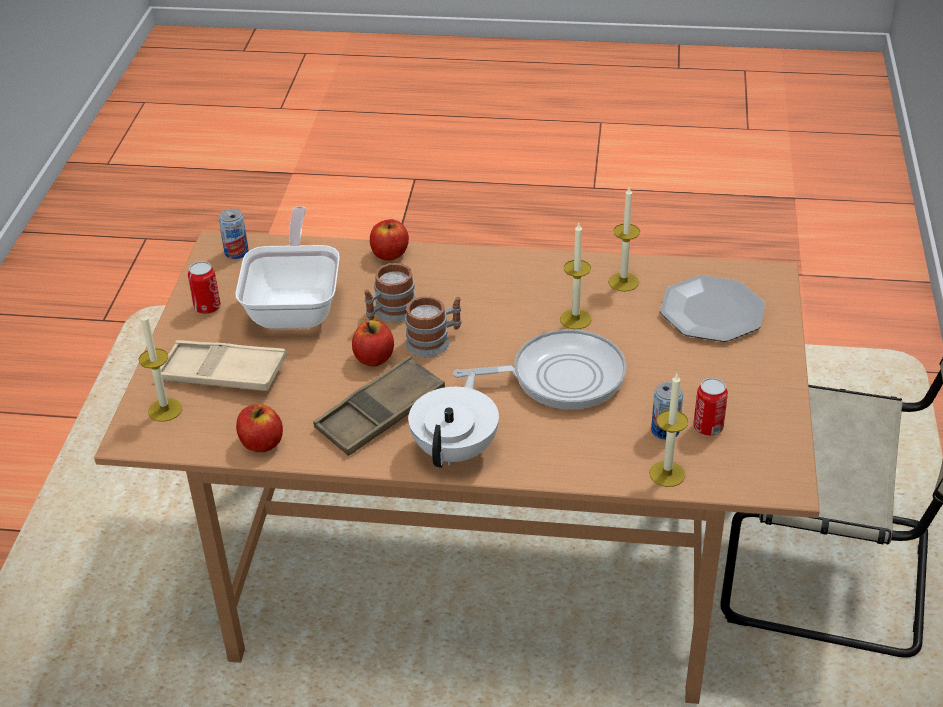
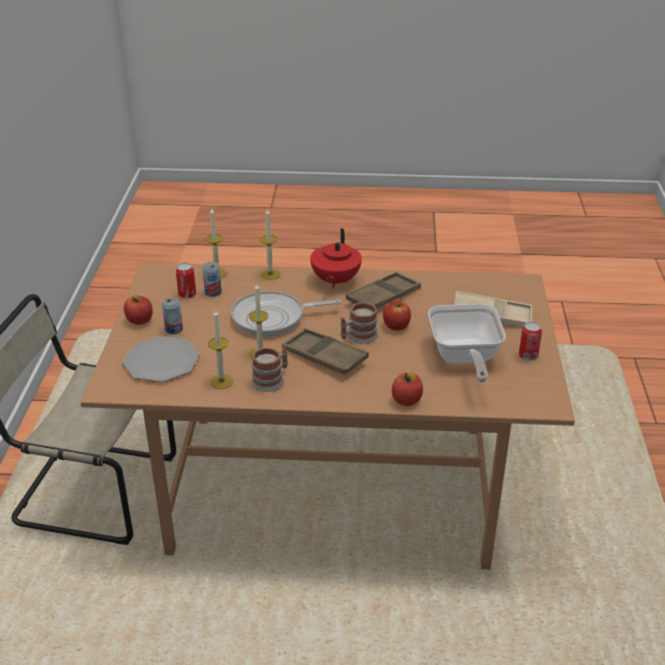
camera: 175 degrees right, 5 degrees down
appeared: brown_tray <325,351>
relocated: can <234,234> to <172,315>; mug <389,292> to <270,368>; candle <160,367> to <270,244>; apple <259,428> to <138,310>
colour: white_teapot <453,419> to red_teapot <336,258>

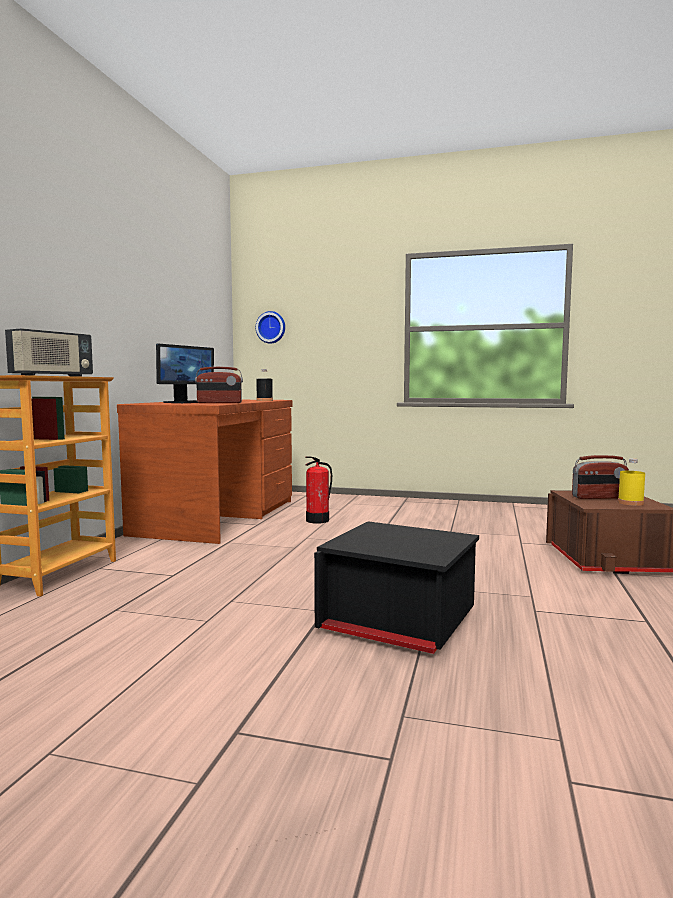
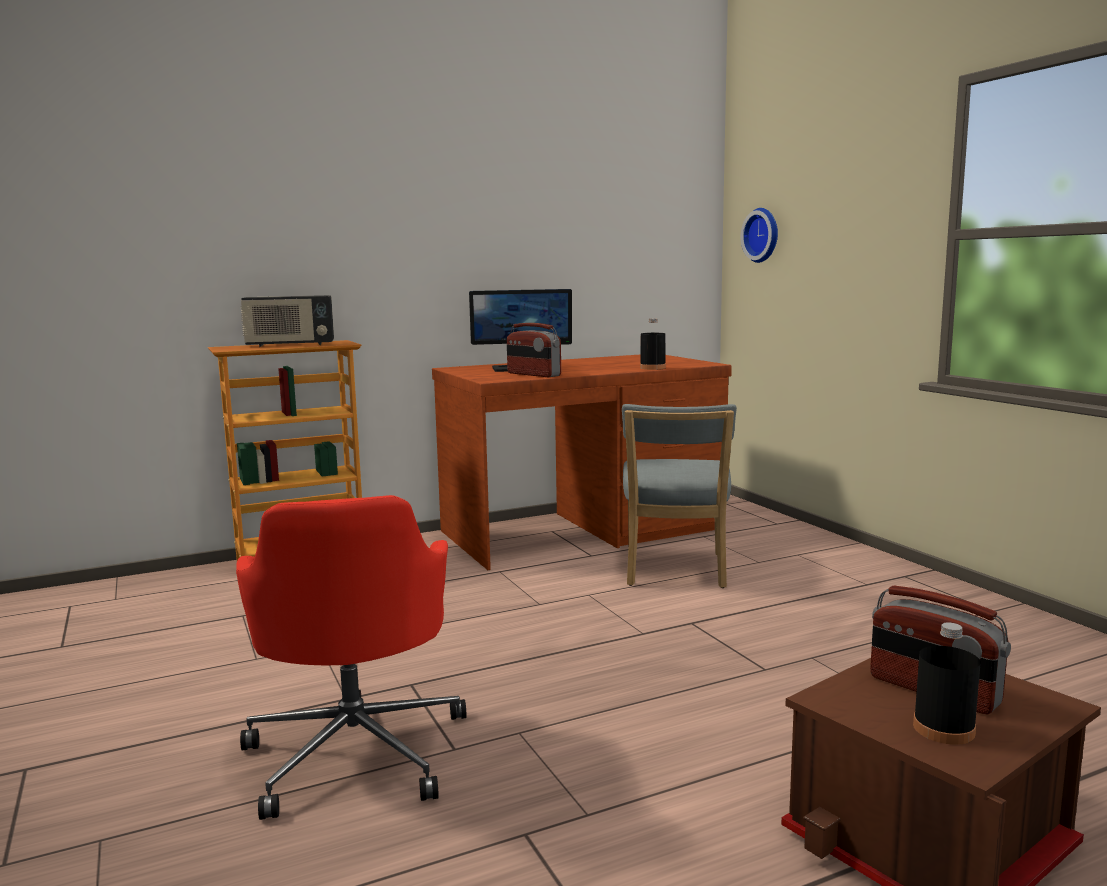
camera: 50 degrees right, 5 degrees up
exchanged: fire_extinguisher <318,490> to grey_chair <679,496>; black_storage_box <396,587> to red_office_chair <351,657>
colour: yellow_bottle <631,482> to black_bottle <947,684>

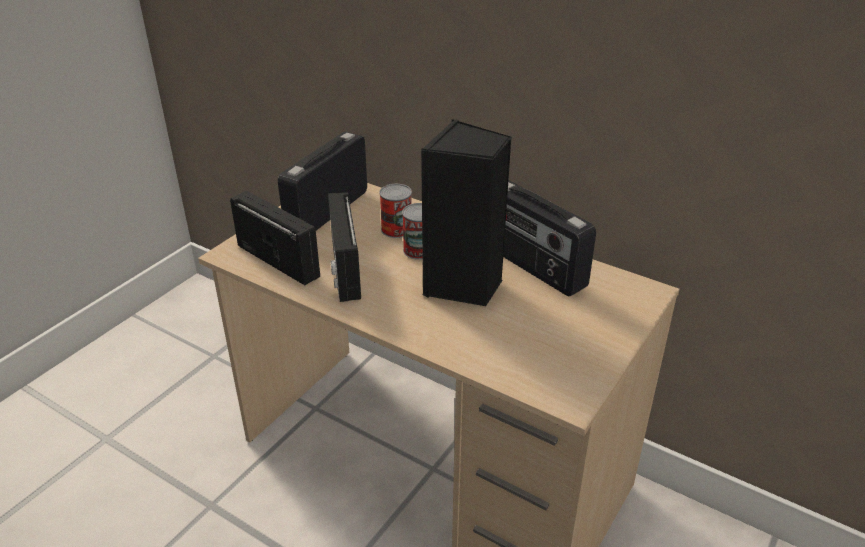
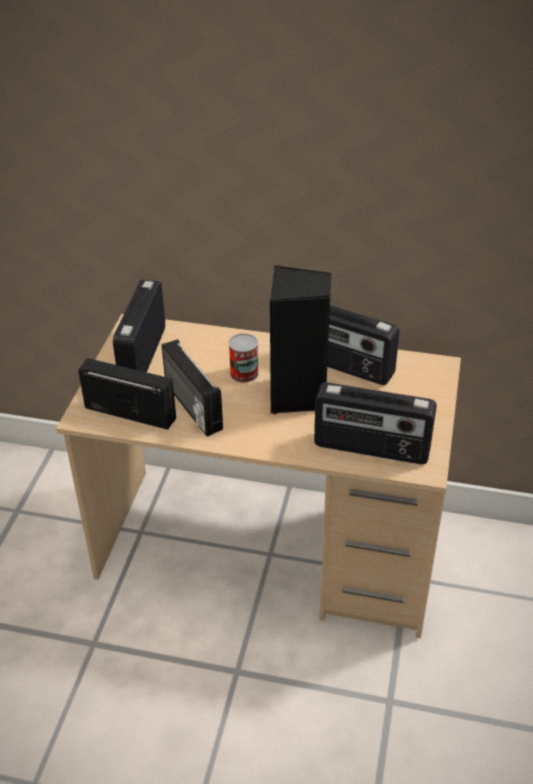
camera: 20 degrees left, 5 degrees up
missing: can <395,211>
appeared: radio <375,423>

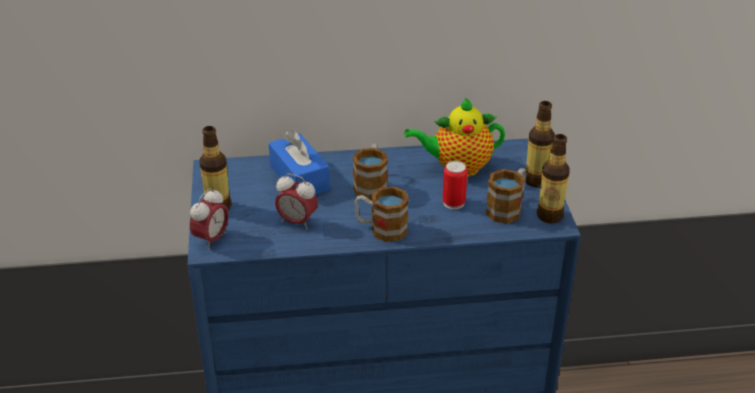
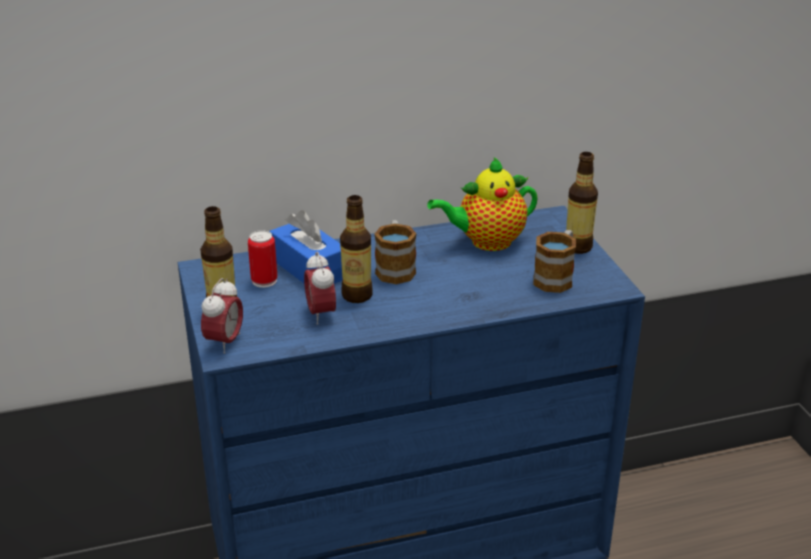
camera: 10 degrees left, 5 degrees down
missing: mug <382,214>
relocated: bottle <553,178> to <356,249>; can <455,185> to <263,259>
spun: alarm_clock <296,202> = <320,288> 60 degrees clockwise

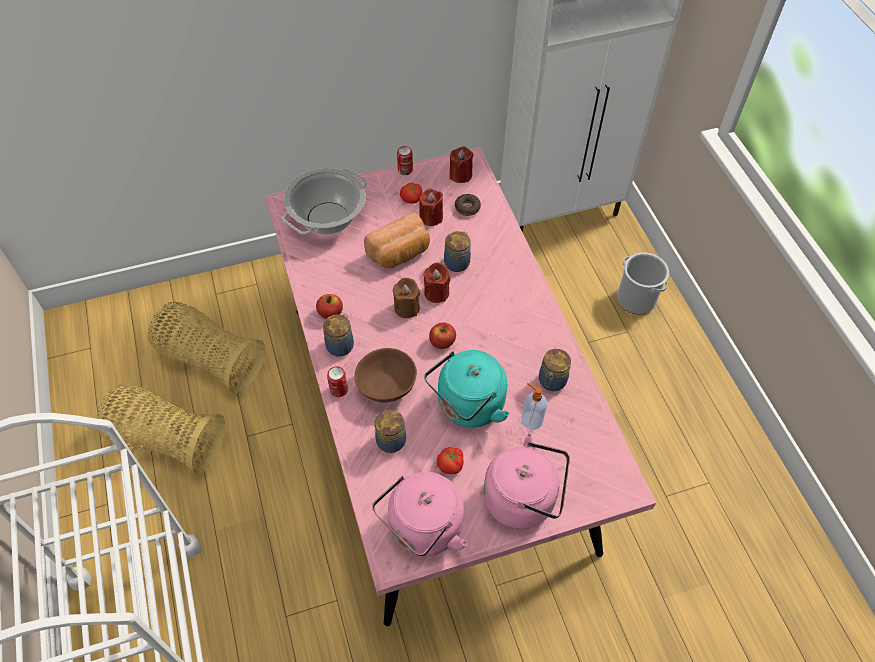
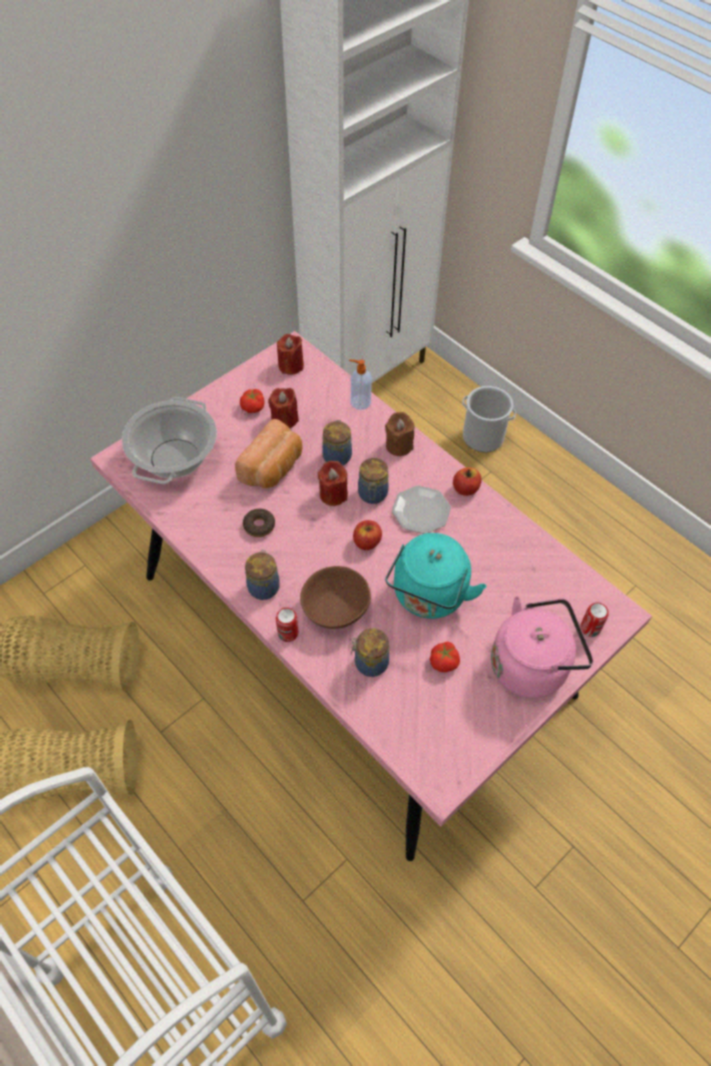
camera: 25 degrees left, 0 degrees up
missing: pink_kettle <420,514>
appeared: plate <421,510>
relocated: can <405,160> to <595,620>; donut <468,205> to <259,523>; brown_candle <406,298> to <399,434>; apple <329,306> to <467,481>; jar <555,370> to <373,481>; soap_dispenser <534,406> to <360,384>

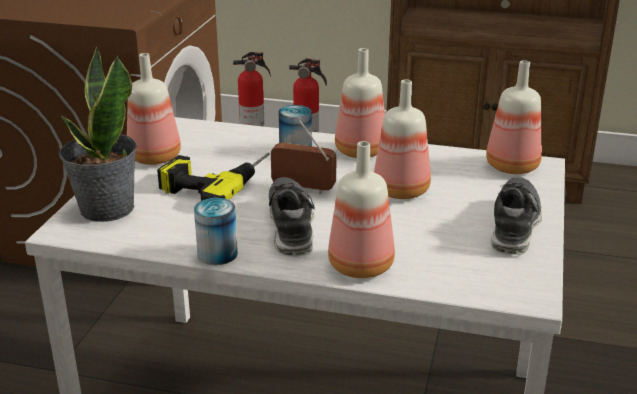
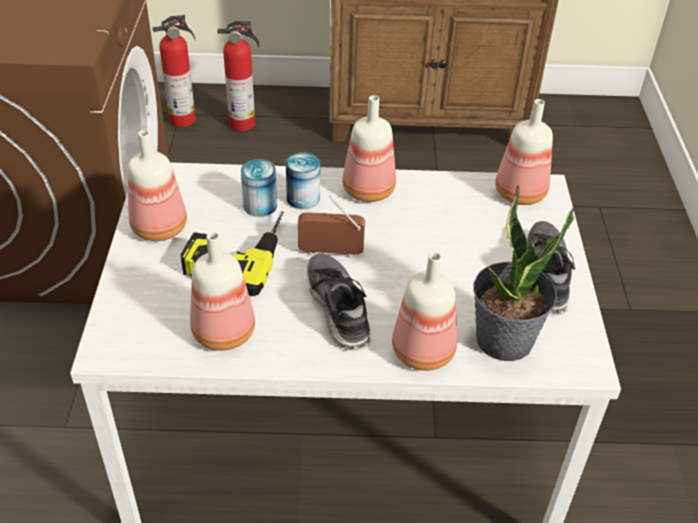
camera: 15 degrees left, 15 degrees up
relocated: potted_plant <98,134> to <524,273>; bottle <402,139> to <222,291>; can <216,231> to <259,188>

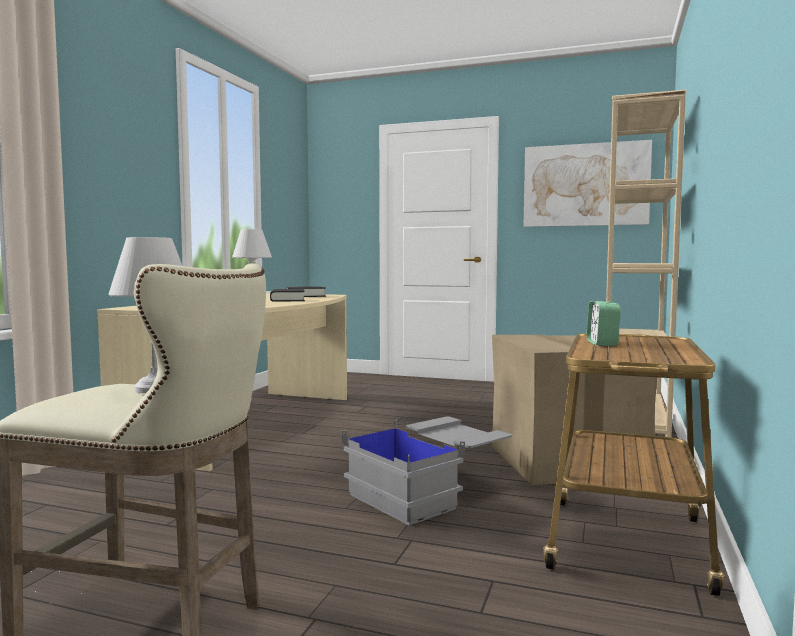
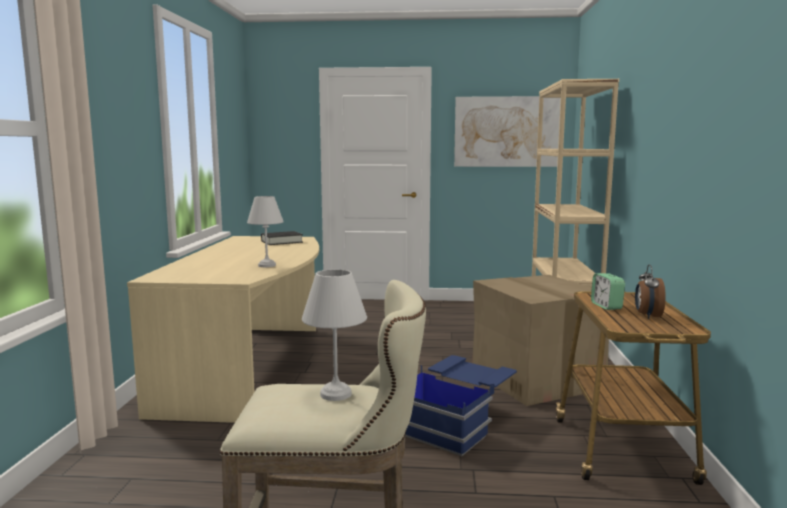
camera: 15 degrees left, 5 degrees up
missing: black_book <287,295>
appeared: alarm_clock <650,292>
colour: grey_storage_box <427,470> to blue_storage_box <461,405>

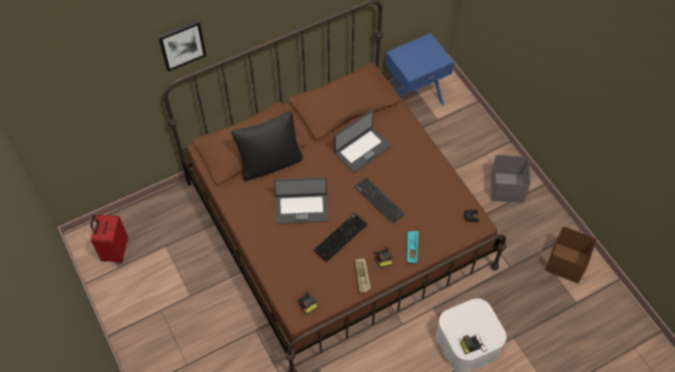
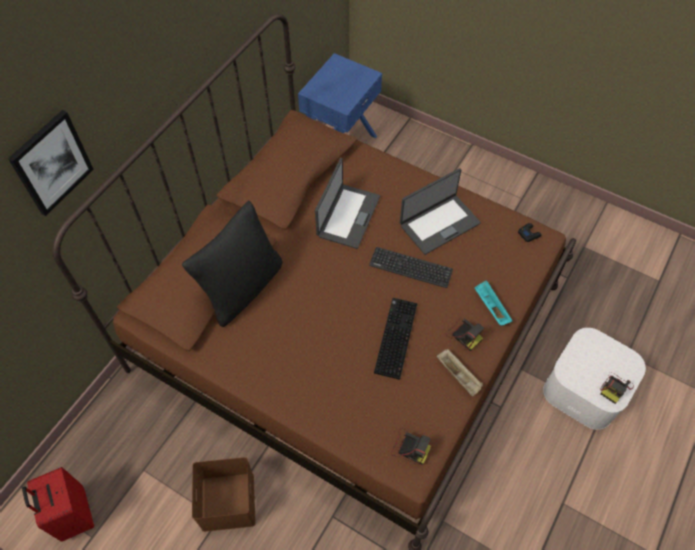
camera: 30 degrees left, 0 degrees up
missing: grey_storage_box <510,179>
relocated: laptop <301,200> to <440,211>; brown_storage_box <571,254> to <224,494>

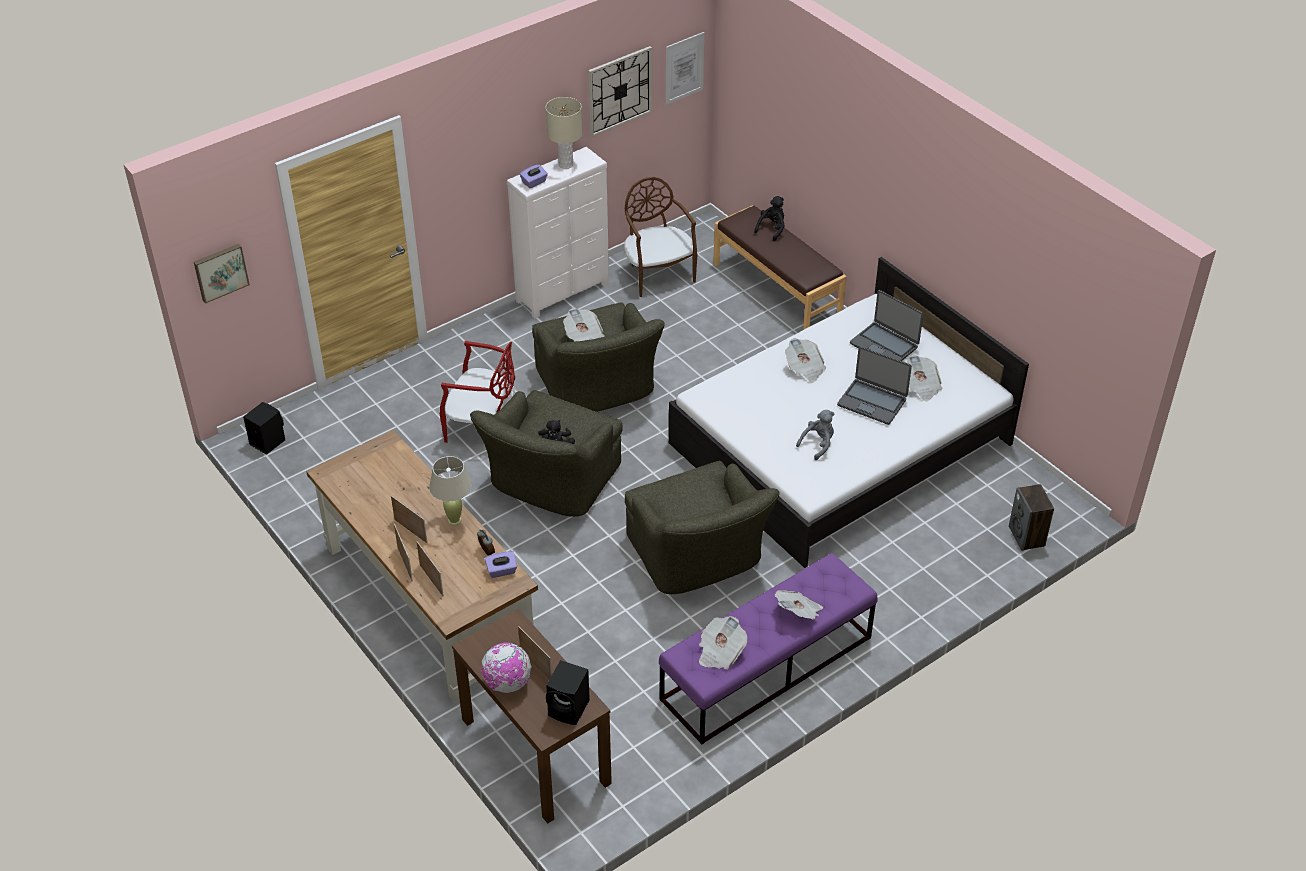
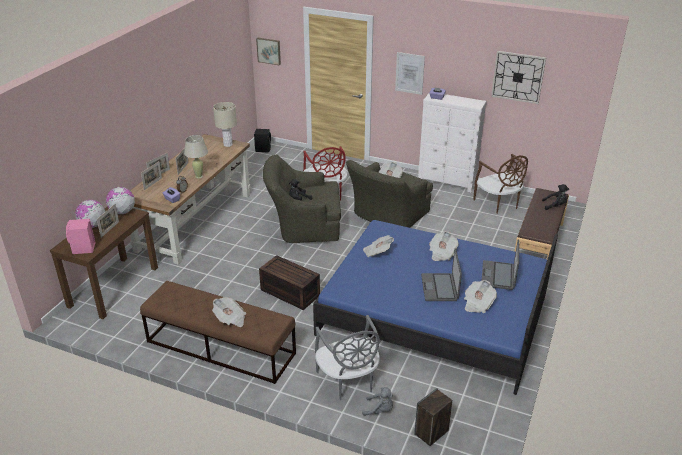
camera: 60 degrees right, 10 degrees down
appeared: globe <120,200>; grey_chair <347,357>
relocated: picture <685,68> to <410,73>; beige_table_lamp <564,133> to <225,124>; grey_plush_toy <815,435> to <377,401>; newspaper <723,643> to <378,246>
exchanged: green_armchair <702,527> to brown_storage_box <289,282>
colour: white_bed <849,412> to blue_bed <435,307>; purple_bench <768,649> to brown_bench <218,332>; black_speaker <568,692> to pink_speaker <81,236>
spun: brown_chair <660,237> = <500,184> 120 degrees clockwise

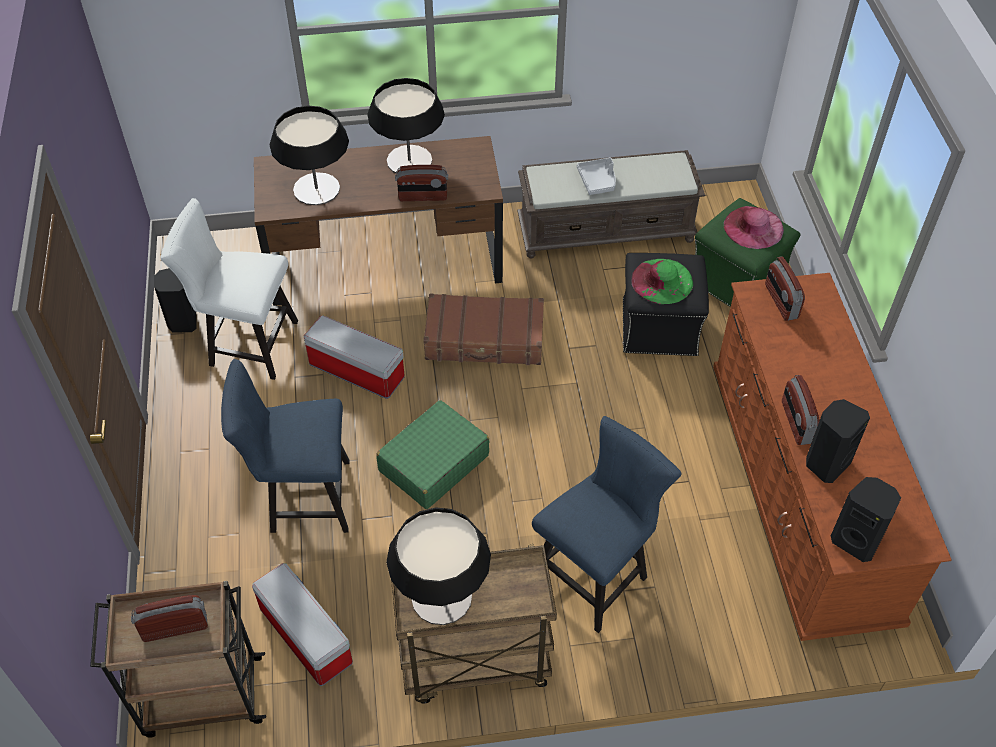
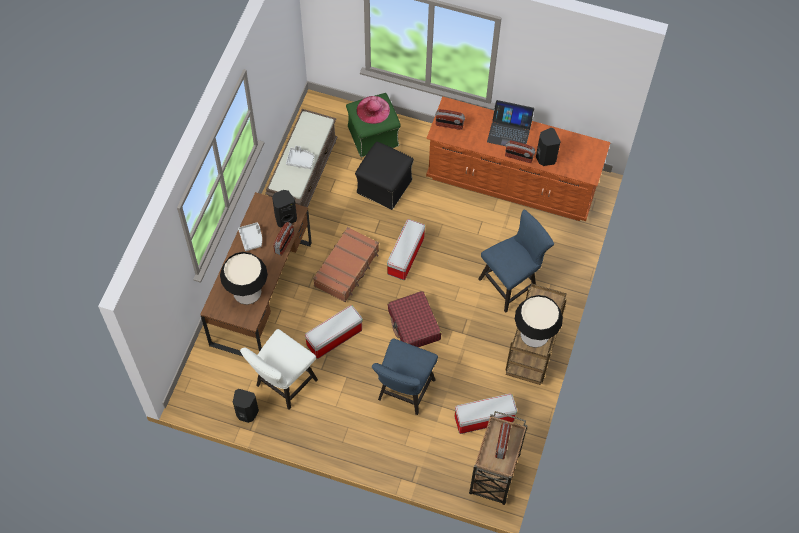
camera: 65 degrees left, 10 degrees up
missing: green_hat <662,281>
appeared: laptop <510,123>; storage_box <406,249>
relocated: black_speaker <866,519> to <284,208>
exchanged: table_lamp <406,125> to grey_tray <250,236>
colour: green_suitcase <433,454> to red_suitcase <415,319>
spun: blue_chair <607,524> = <516,261> 75 degrees clockwise

